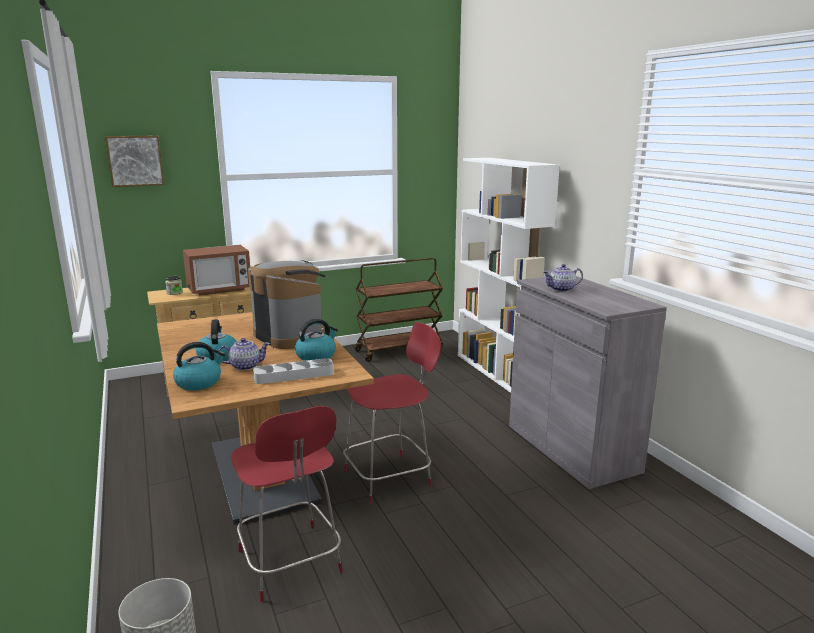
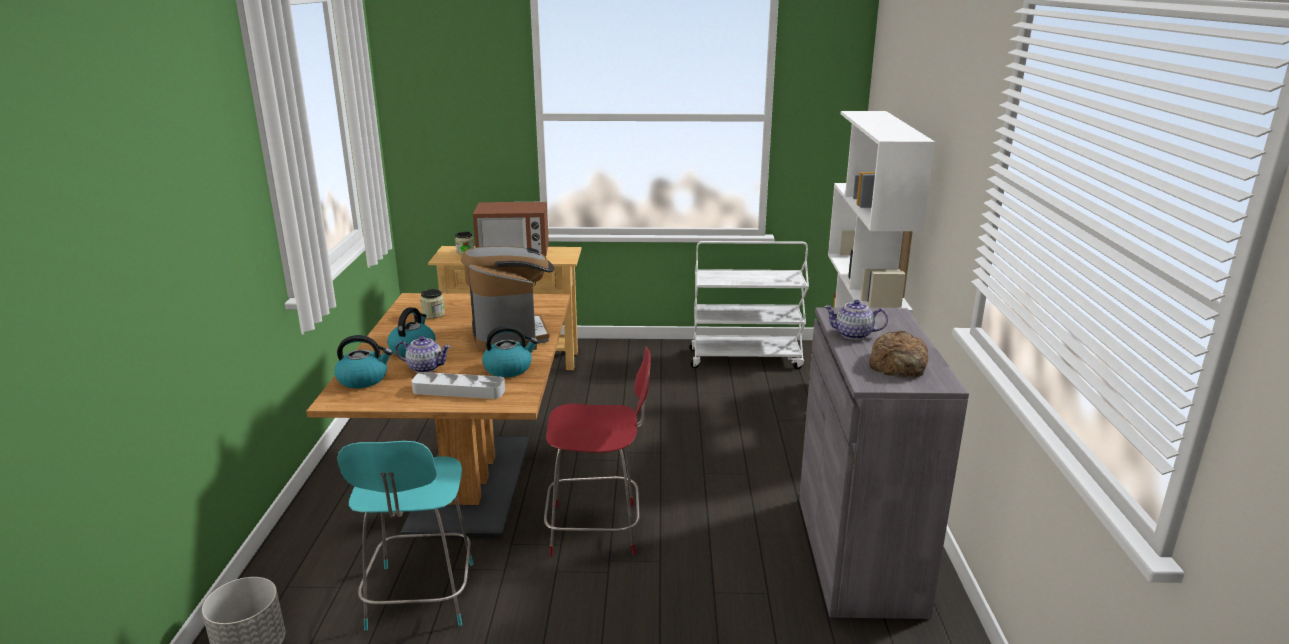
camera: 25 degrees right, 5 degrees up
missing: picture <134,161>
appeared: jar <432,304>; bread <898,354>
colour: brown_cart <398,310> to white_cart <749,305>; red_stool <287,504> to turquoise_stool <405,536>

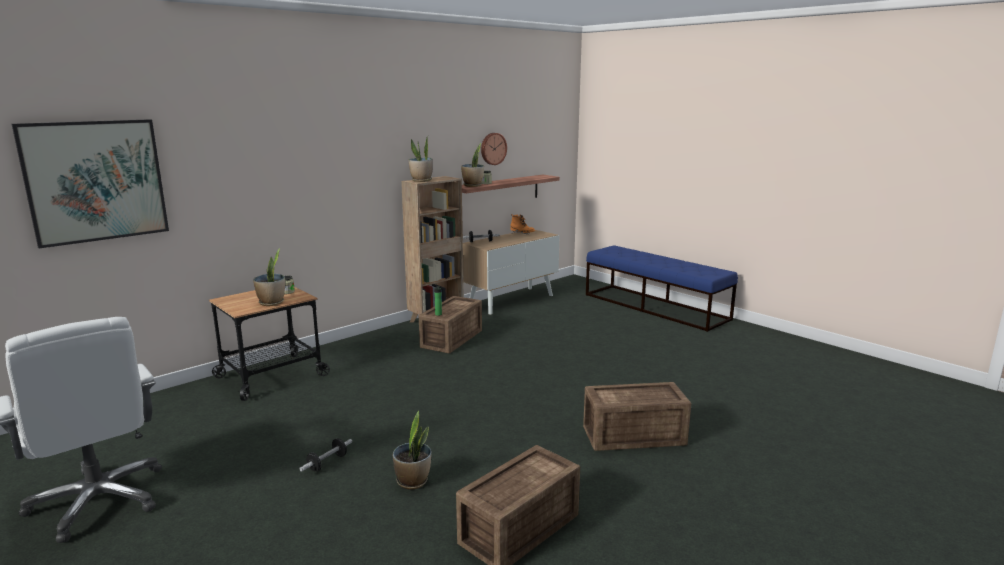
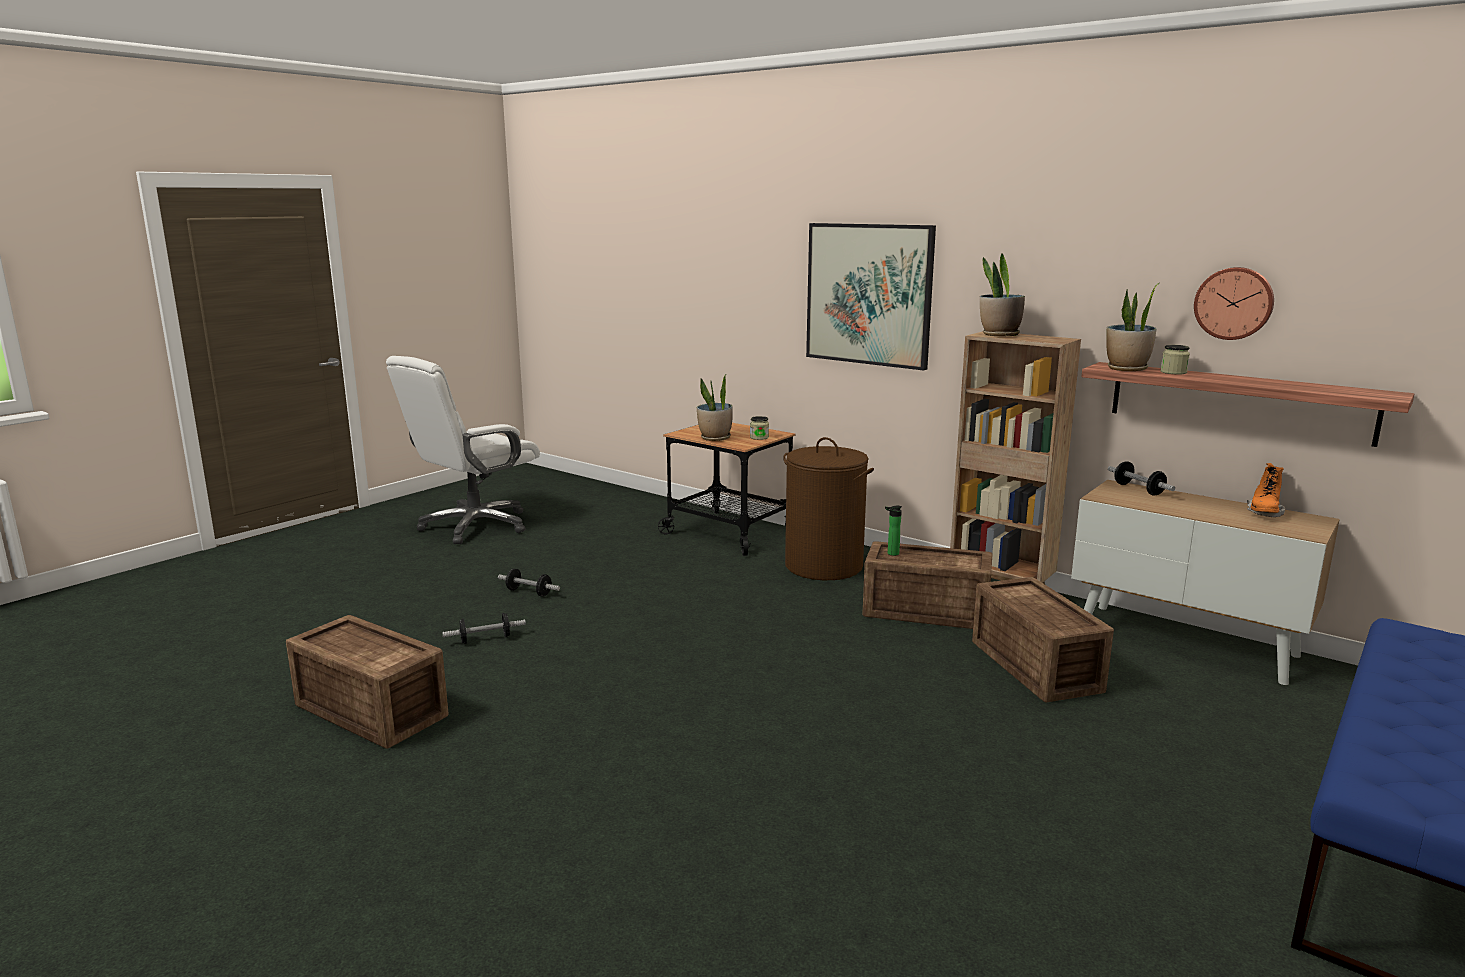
camera: 80 degrees right, 0 degrees up
appeared: brown_laundry_basket <828,508>
relocated: picture <90,183> to <871,297>; crate <637,416> to <1043,640>
exchanged: potted_plant <412,450> to dumbbell <484,628>

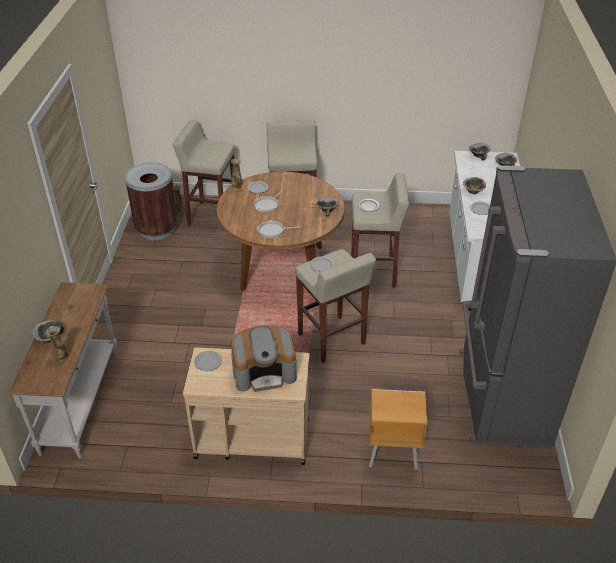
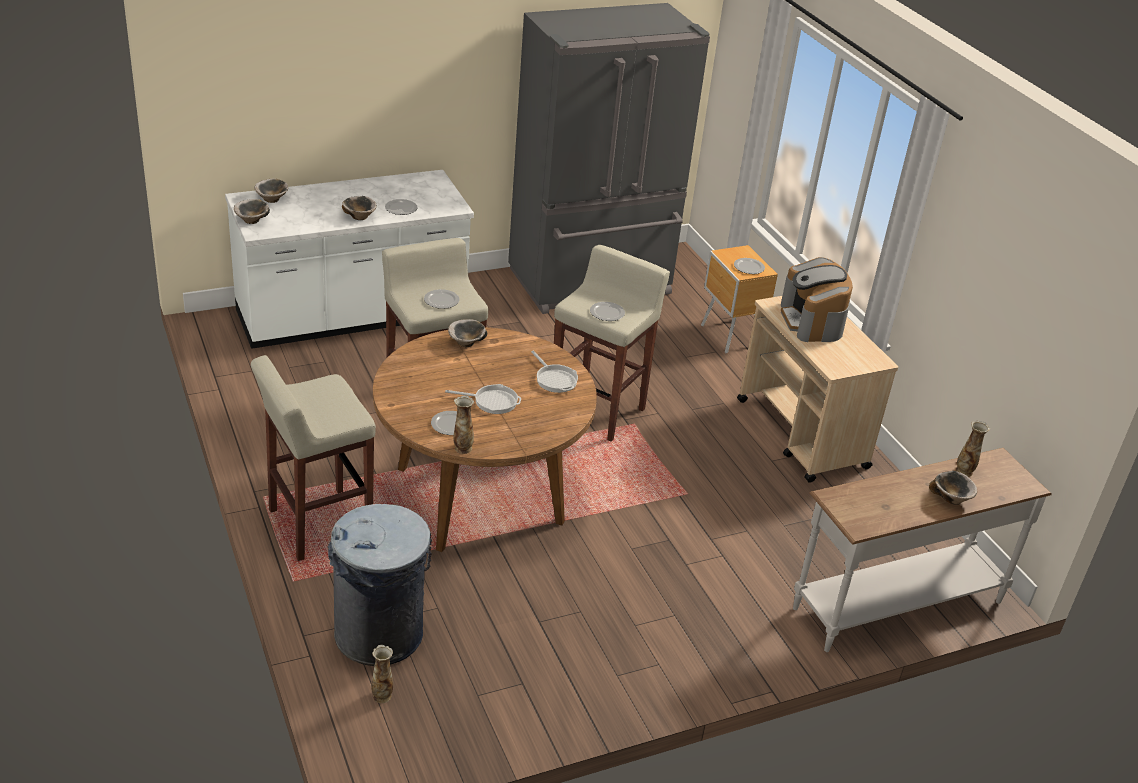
camera: 120 degrees left, 5 degrees down
missing: brown_trash_can <151,201>
relocated: plate <208,361> to <749,266>
exchanged: beige_stool <204,175> to grey_trash_can <380,585>
spun: coffee_machine <264,358> = <817,299> 150 degrees counterclockwise

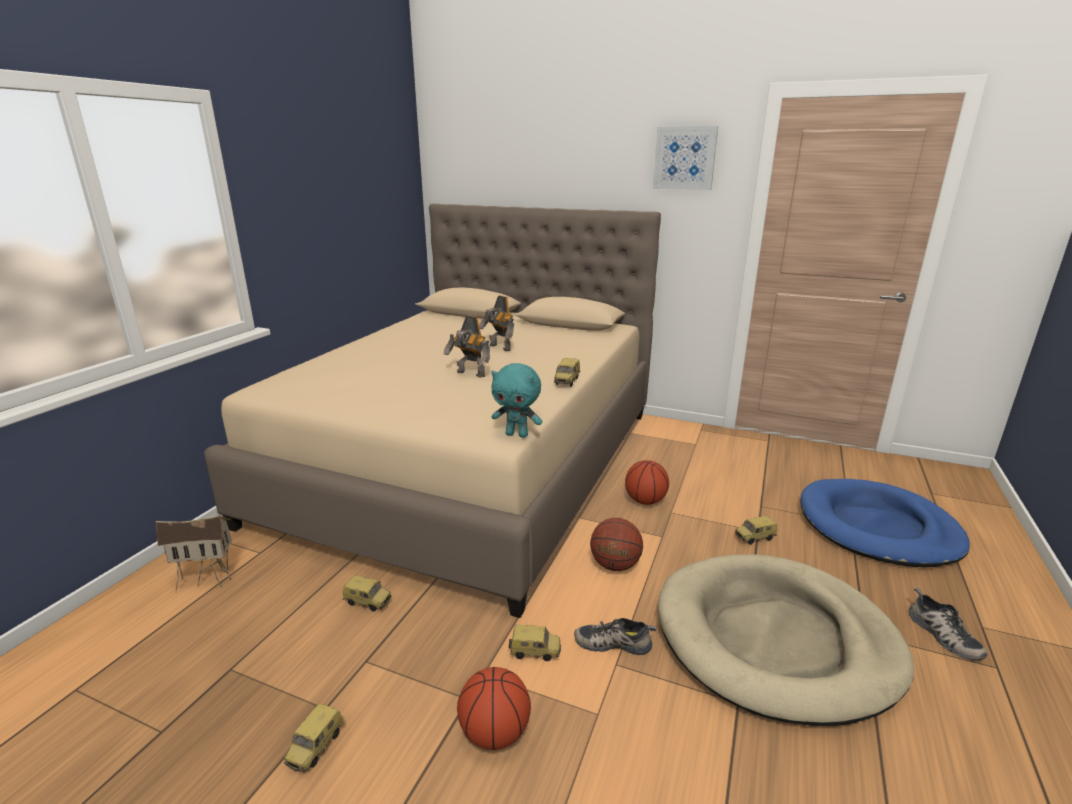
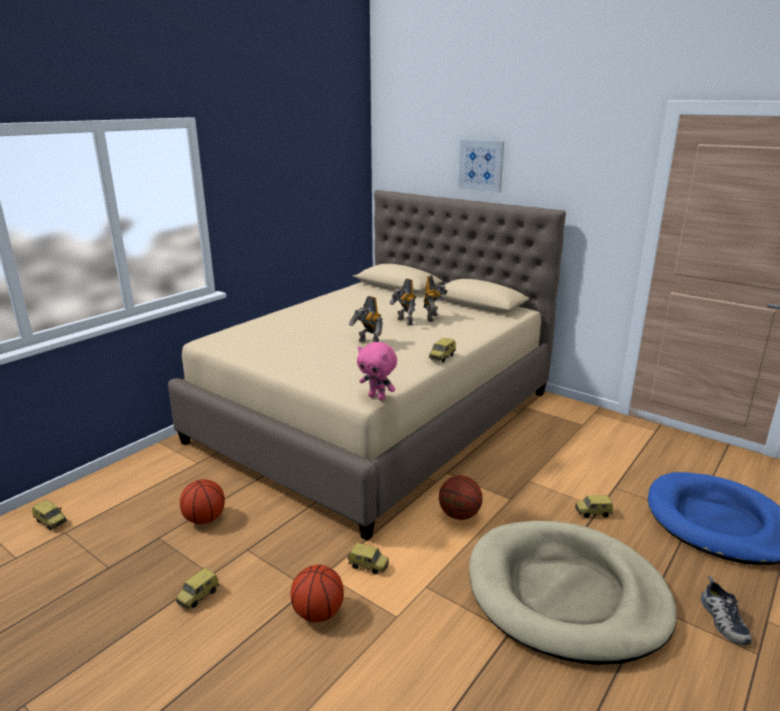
camera: 15 degrees right, 0 degrees up
missing: toy_house <193,553>; shoe <615,636>
appeared: toy_robot <435,298>
relocated: picture <685,158> to <481,165>; basketball <647,482> to <202,501>; toy_car <367,593> to <49,515>
colour: turquoise_plush_toy <516,400> to pink_plush_toy <377,371>

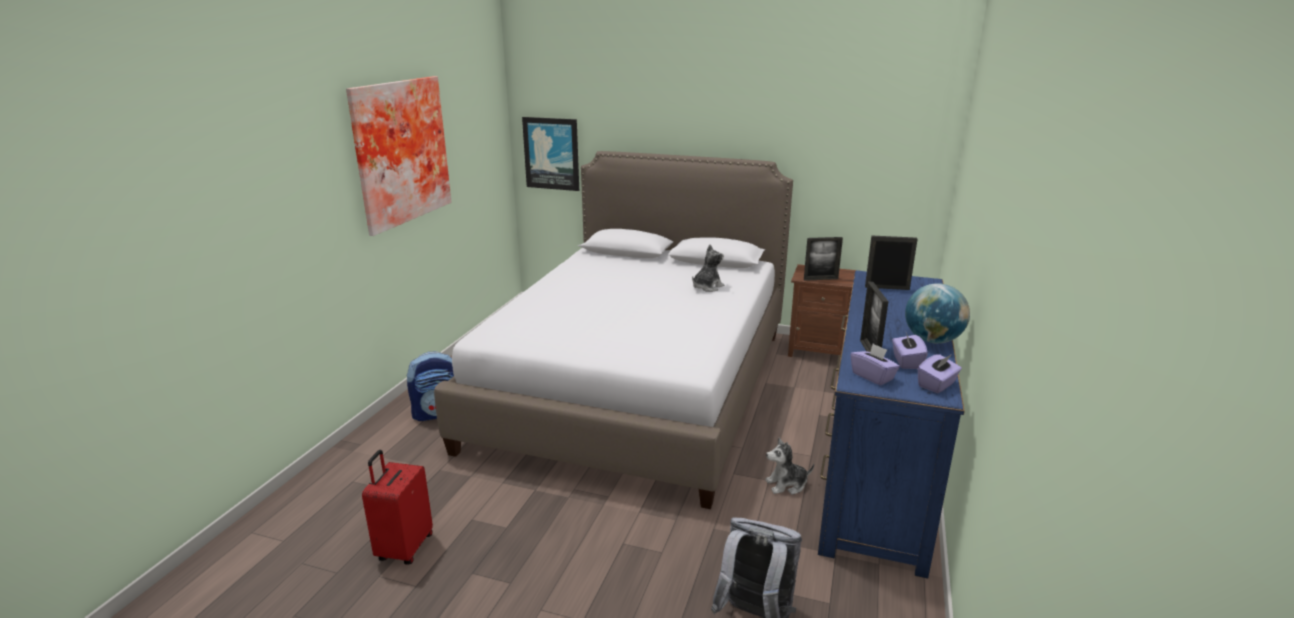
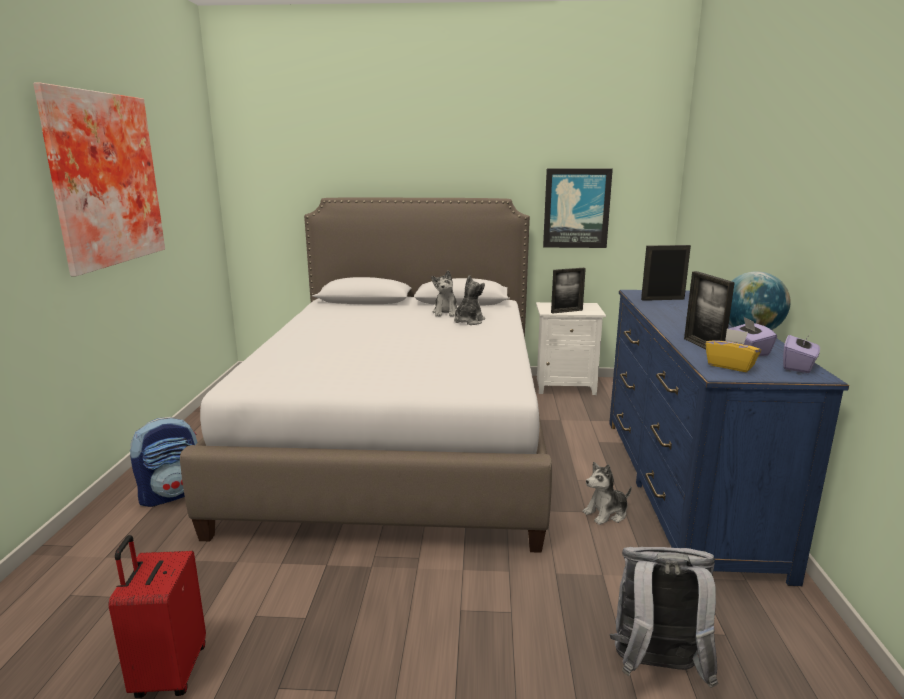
camera: 15 degrees left, 5 degrees down
appeared: plush_toy <444,293>
relocated: picture <550,154> to <578,208>
colour: brown_nightstand <823,310> to white_nightstand <571,348>; purple_tissue_box <875,364> to yellow_tissue_box <733,350>

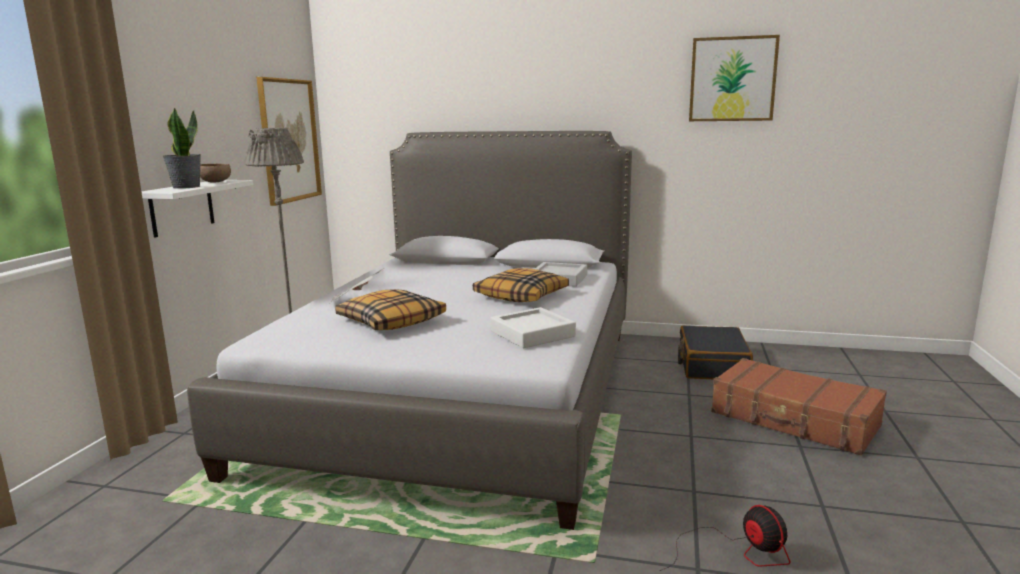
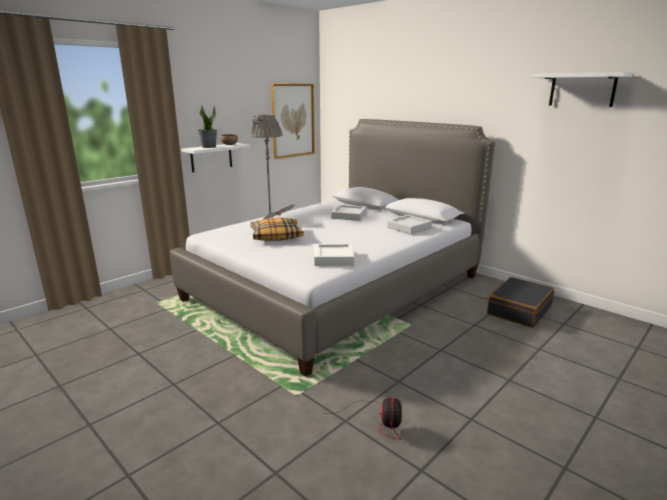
camera: 30 degrees right, 5 degrees up
missing: pillow <521,285>; brown_suitcase <799,406>
appeared: grey_tray <349,213>
exchanged: picture <734,78> to white_shelf <582,89>

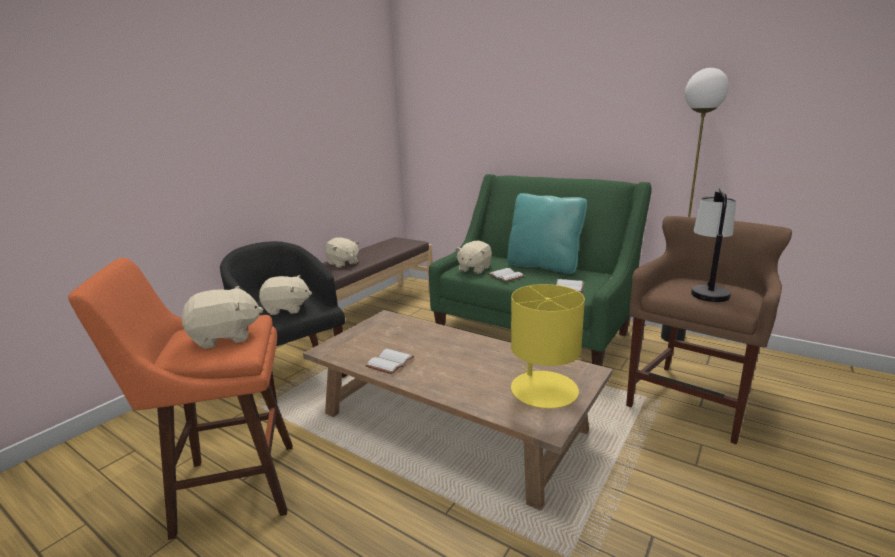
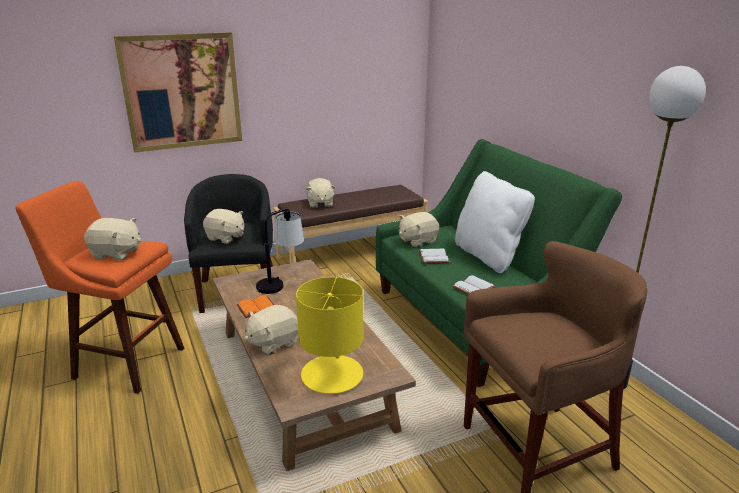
camera: 30 degrees right, 5 degrees up
appeared: picture <178,92>; beige_plush_toy <271,330>
relocated: table_lamp <713,245> to <280,251>
colour: turquoise_pillow <547,233> to white_pillow <495,222>; white_book <390,361> to orange_book <255,306>

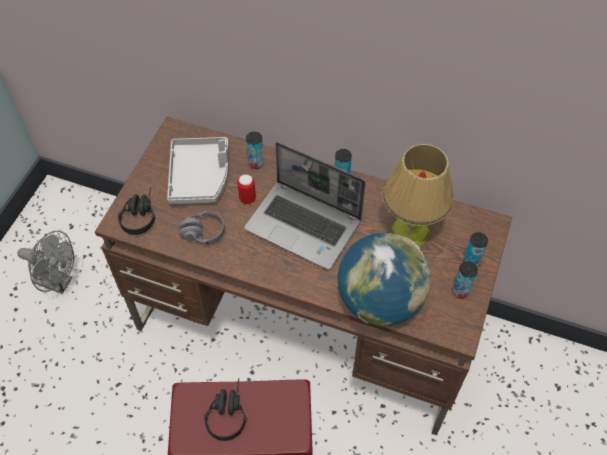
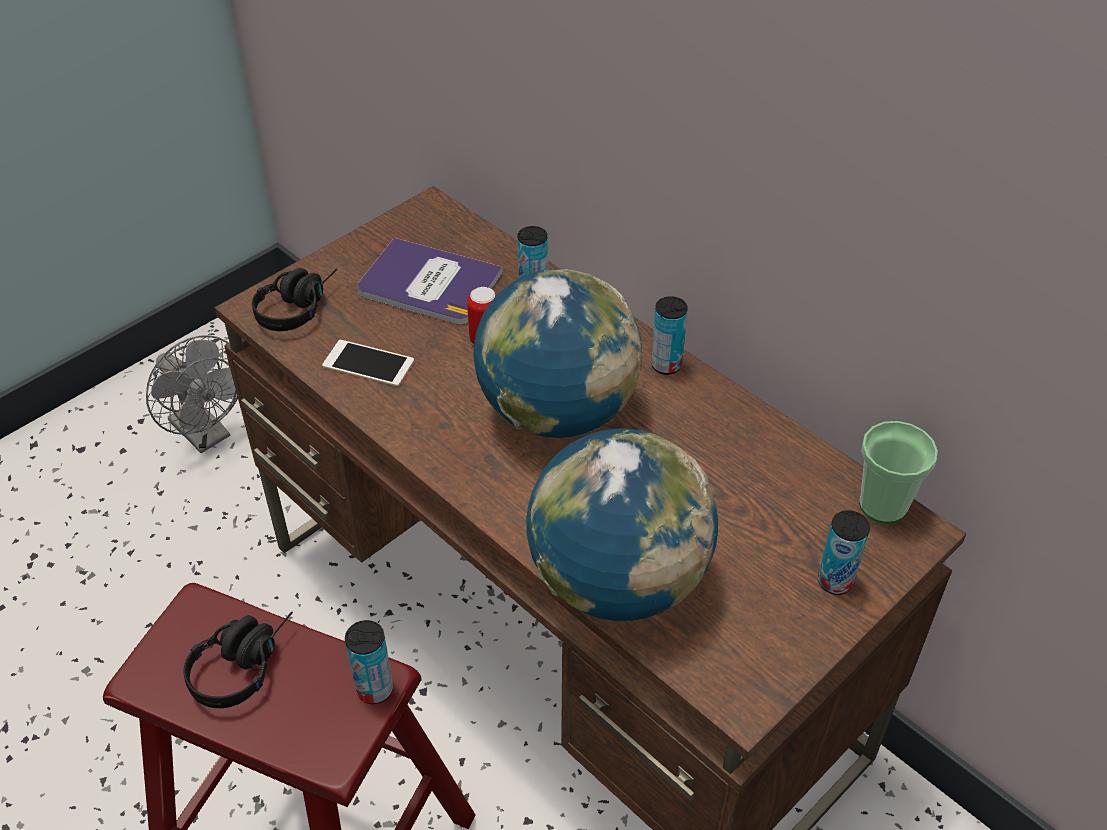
camera: 25 degrees right, 10 degrees down
missing: table_lamp <418,195>
appeared: cup <898,472>
relocated: can <465,279> to <369,662>
exchanged: grey_tray <197,170> to book <430,281>; laptop <305,206> to globe <557,353>; grey_headphones <196,228> to phone <368,363>

